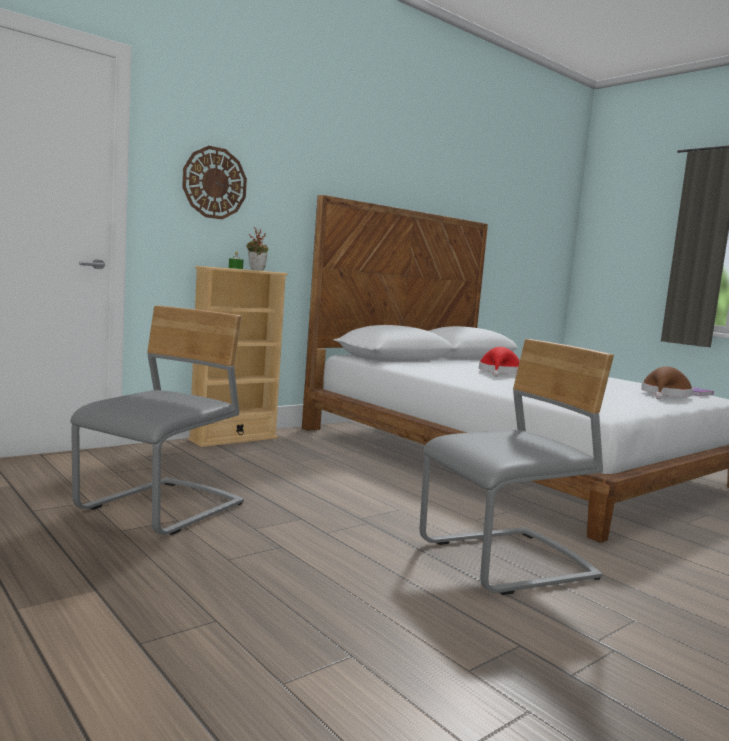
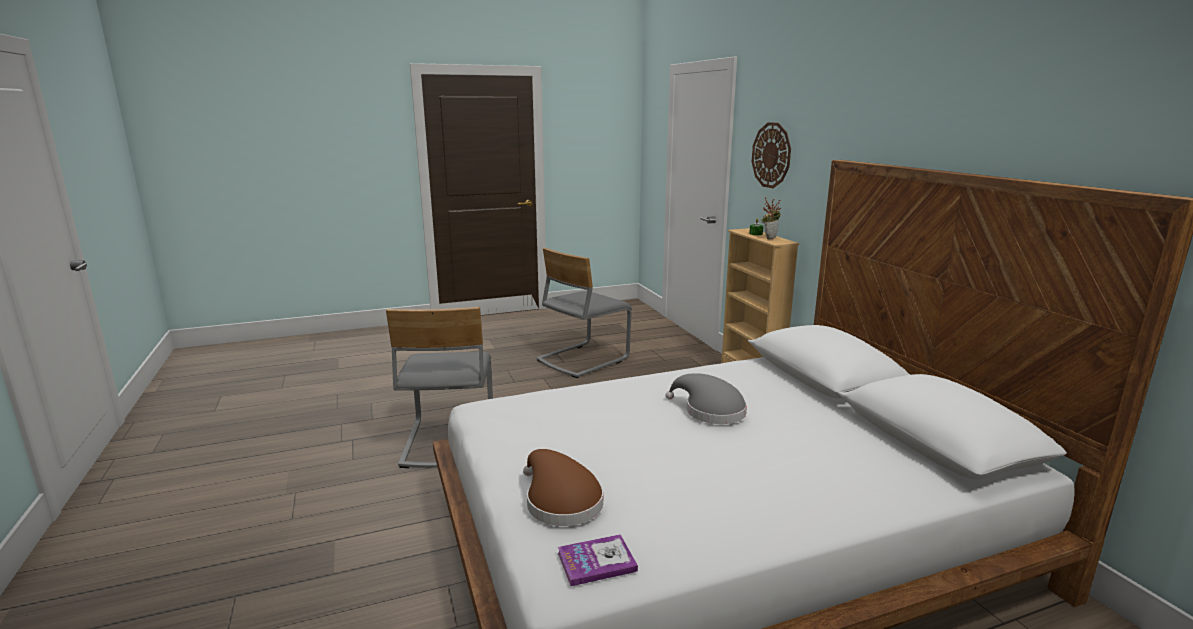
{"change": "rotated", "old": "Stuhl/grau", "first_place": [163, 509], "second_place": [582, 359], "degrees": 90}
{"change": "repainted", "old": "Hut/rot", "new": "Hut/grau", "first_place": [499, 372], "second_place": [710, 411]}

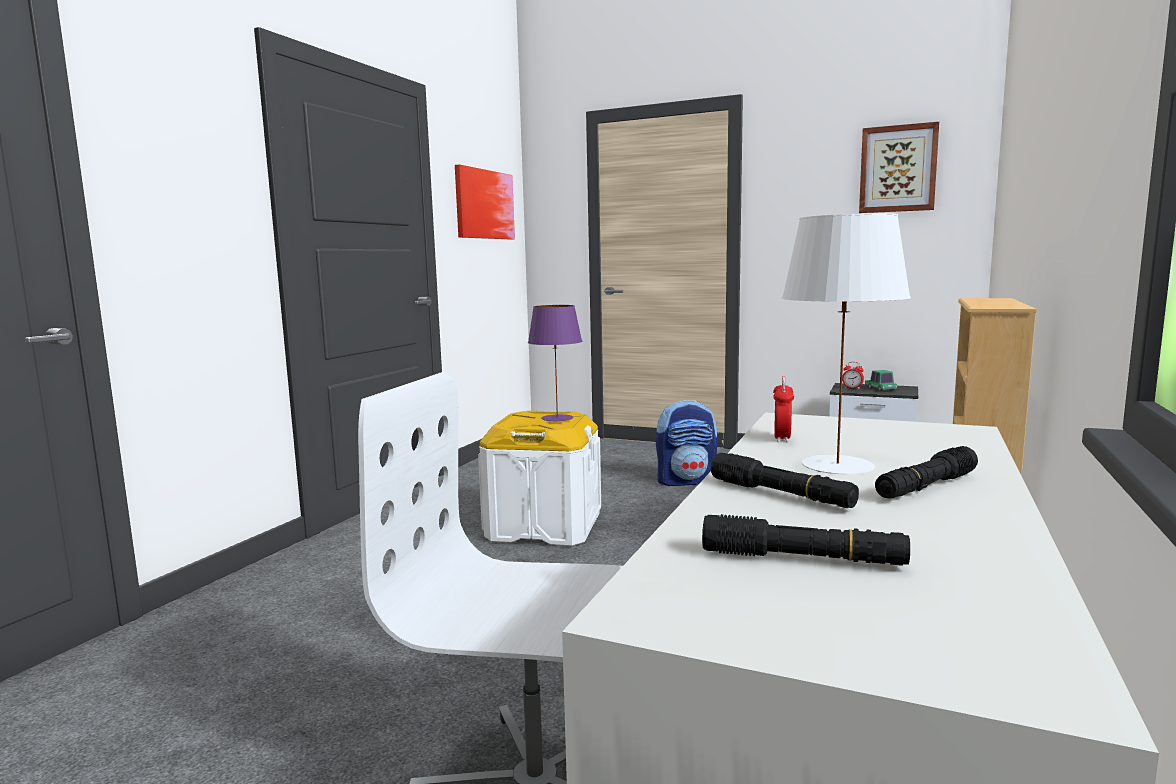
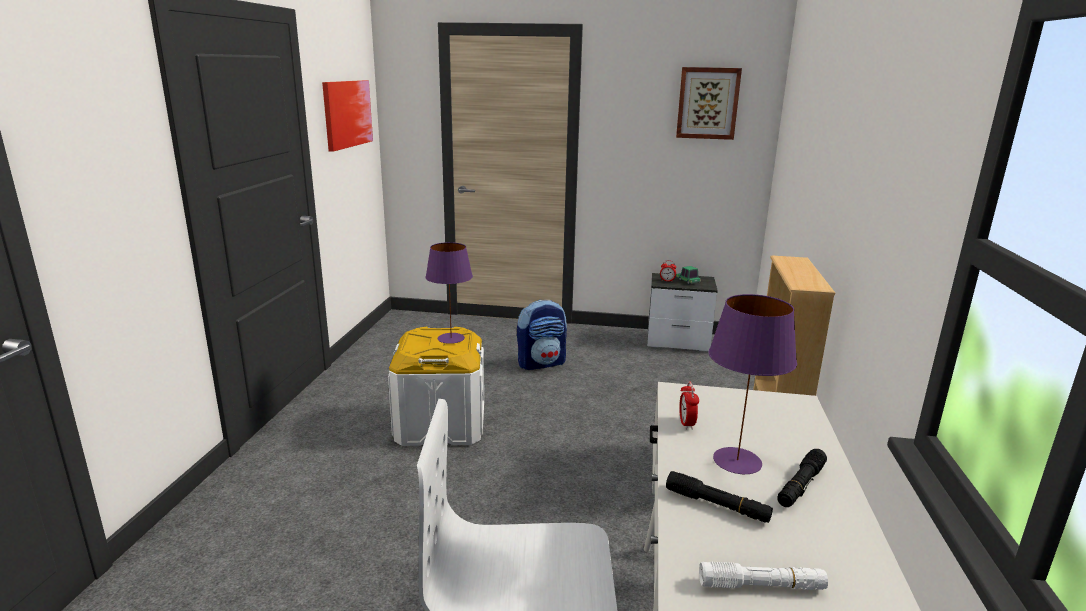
{"change": "repainted", "old": "Tischlampe/weiß", "new": "Tischlampe/lila", "first_place": [838, 465], "second_place": [737, 460]}
{"change": "repainted", "old": "Taschenlampe/schwarz", "new": "Taschenlampe/weiß", "first_place": [802, 559], "second_place": [761, 586]}

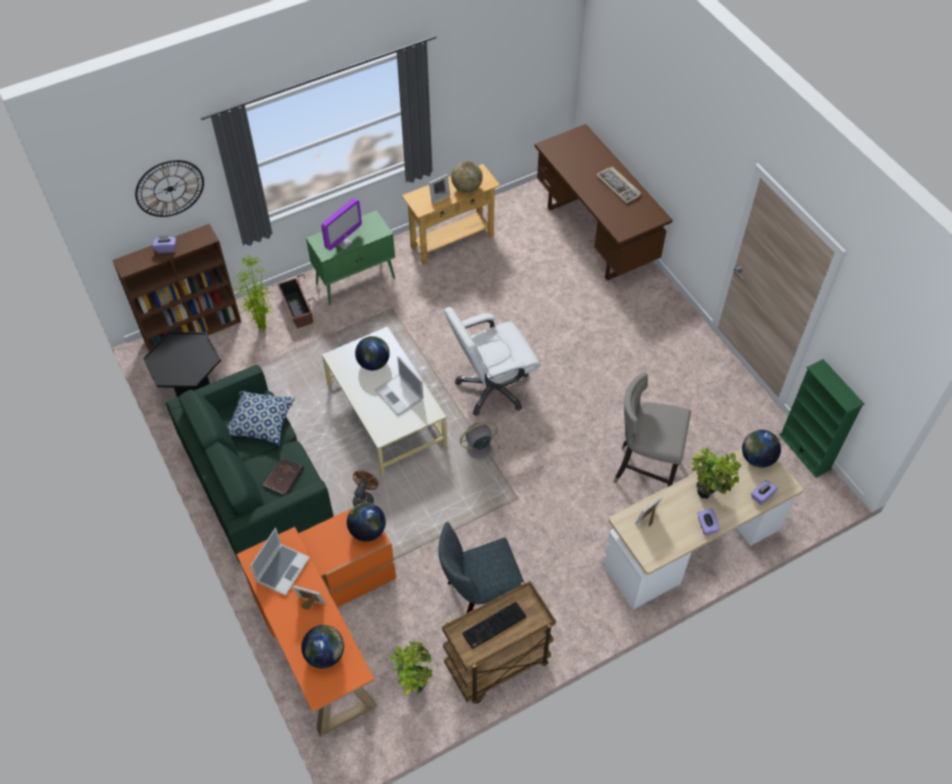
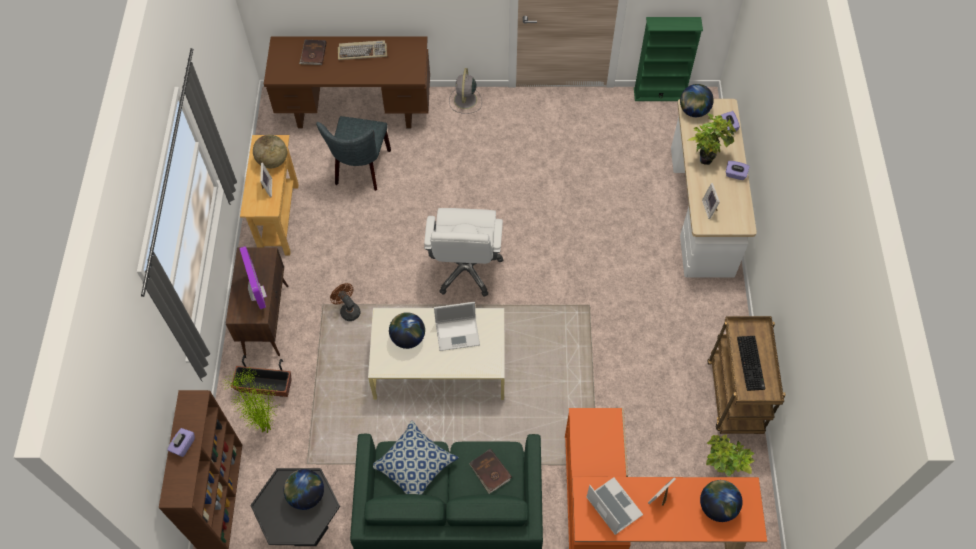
{"change": "gone", "old": "Wanduhr", "first_place": [170, 188]}
{"change": "repainted", "old": "Schrank/grün", "new": "Schrank/braun", "first_place": [356, 280], "second_place": [266, 319]}
{"change": "gone", "old": "Hocker/grau", "first_place": [644, 470]}
{"change": "shifted", "old": "Ventilator/grau", "first_place": [477, 449], "second_place": [465, 101]}
{"change": "shifted", "old": "Ventilator/braun", "first_place": [365, 498], "second_place": [348, 310]}
{"change": "shifted", "old": "Globus", "first_place": [367, 530], "second_place": [306, 495]}
{"change": "shifted", "old": "Stuhl/grau", "first_place": [480, 596], "second_place": [361, 170]}
{"change": "new", "new": "Buch/braun", "second_place": [313, 53]}

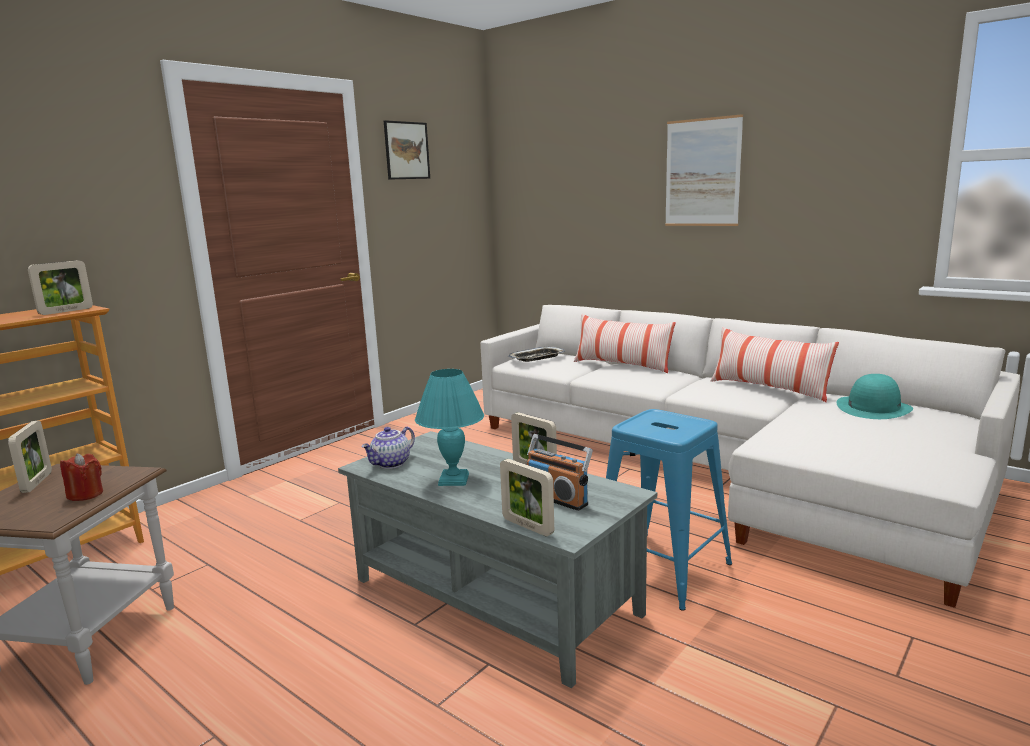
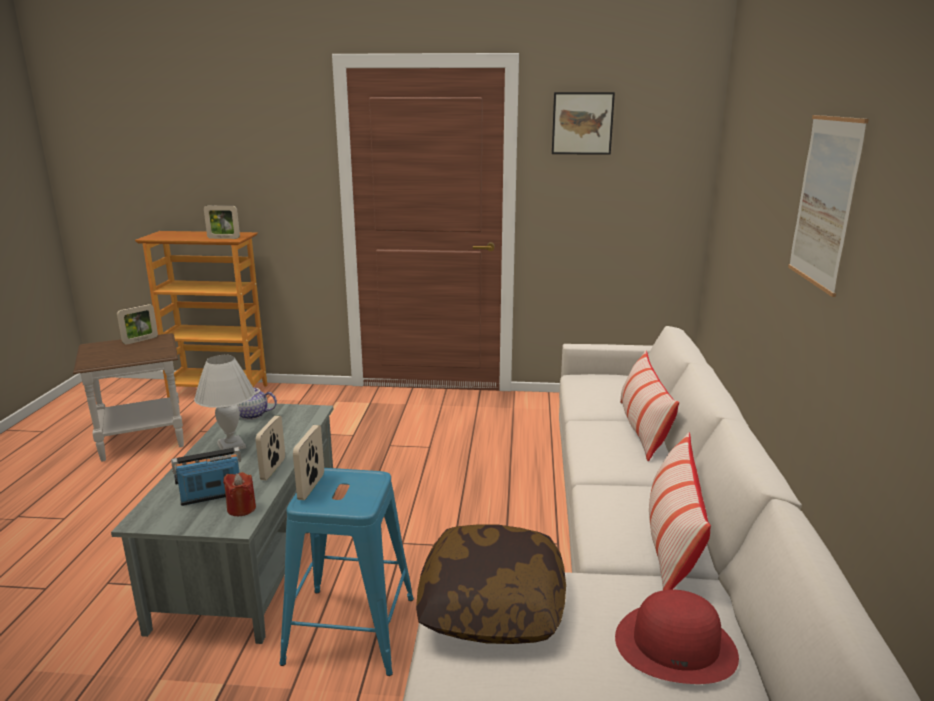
{"change": "gone", "old": "Tablett", "first_place": [537, 358]}
{"change": "repainted", "old": "Tischlampe/türkis", "new": "Tischlampe/weiß", "first_place": [453, 479], "second_place": [232, 445]}
{"change": "repainted", "old": "Hut/türkis", "new": "Hut/rot", "first_place": [873, 408], "second_place": [676, 645]}
{"change": "rotated", "old": "Radio", "first_place": [557, 498], "second_place": [212, 496], "degrees": 60}
{"change": "shifted", "old": "Kerze/rot", "first_place": [85, 495], "second_place": [241, 508]}
{"change": "shifted", "old": "Bilderrahmen", "first_place": [527, 526], "second_place": [311, 486]}
{"change": "new", "new": "Kissen", "second_place": [491, 605]}

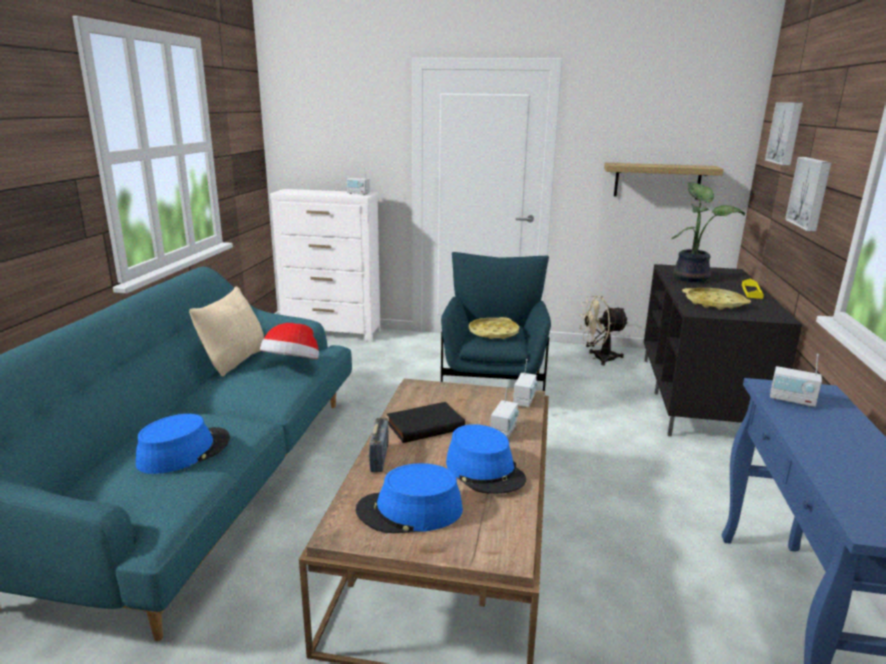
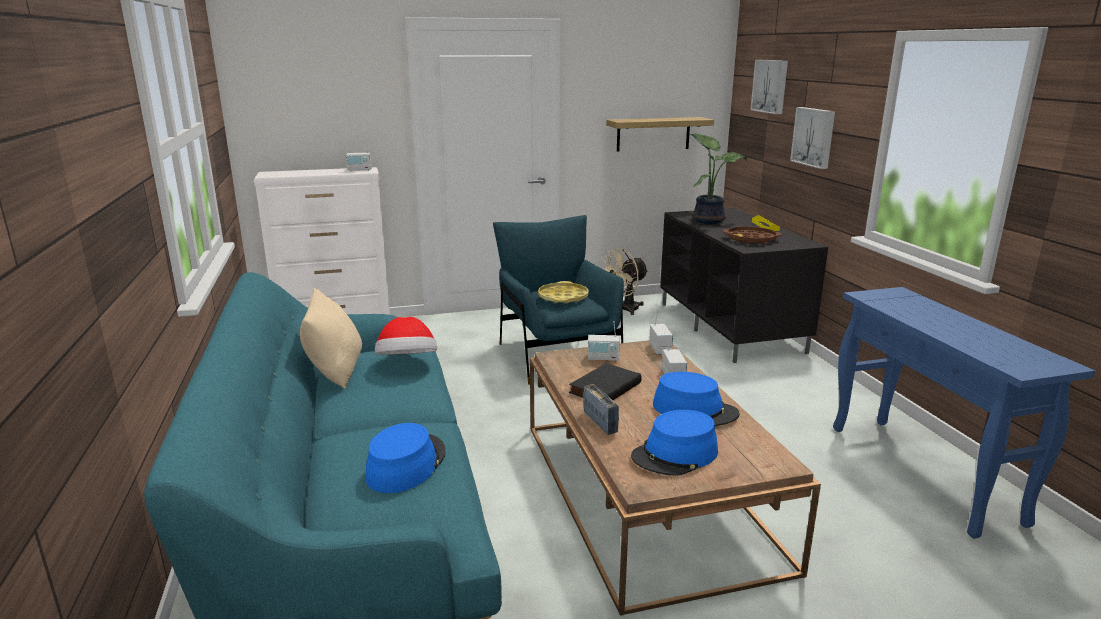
{"change": "repainted", "old": "Tablett/gelb", "new": "Tablett/braun", "first_place": [714, 303], "second_place": [751, 239]}
{"change": "shifted", "old": "Radio", "first_place": [792, 400], "second_place": [603, 358]}

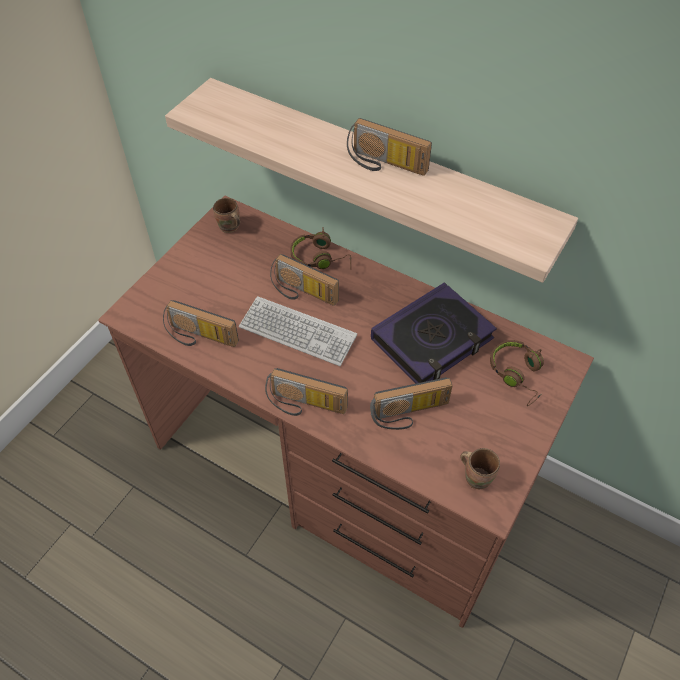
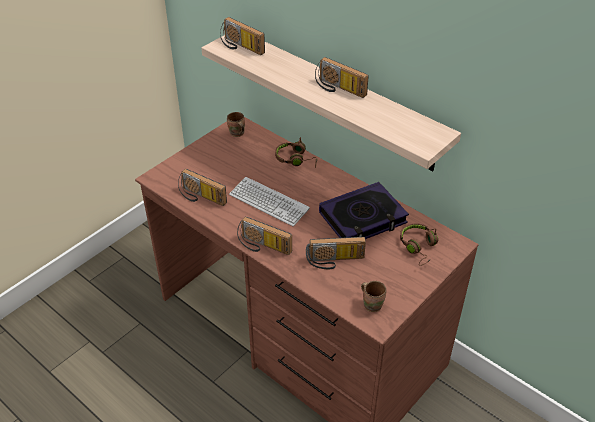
{"change": "shifted", "old": "Radio", "first_place": [302, 293], "second_place": [240, 47]}

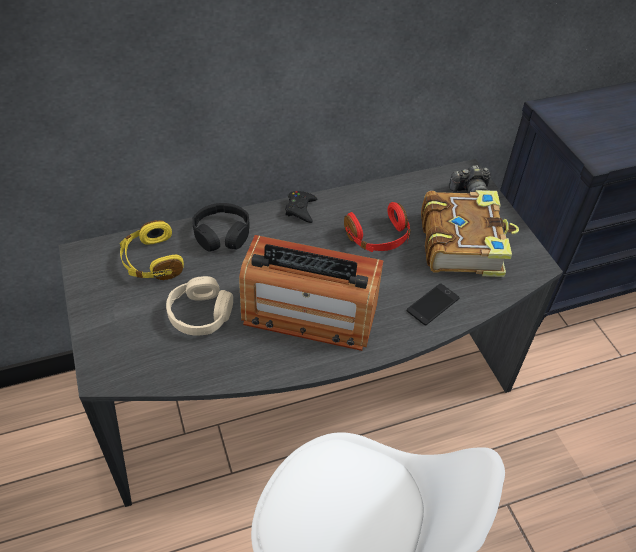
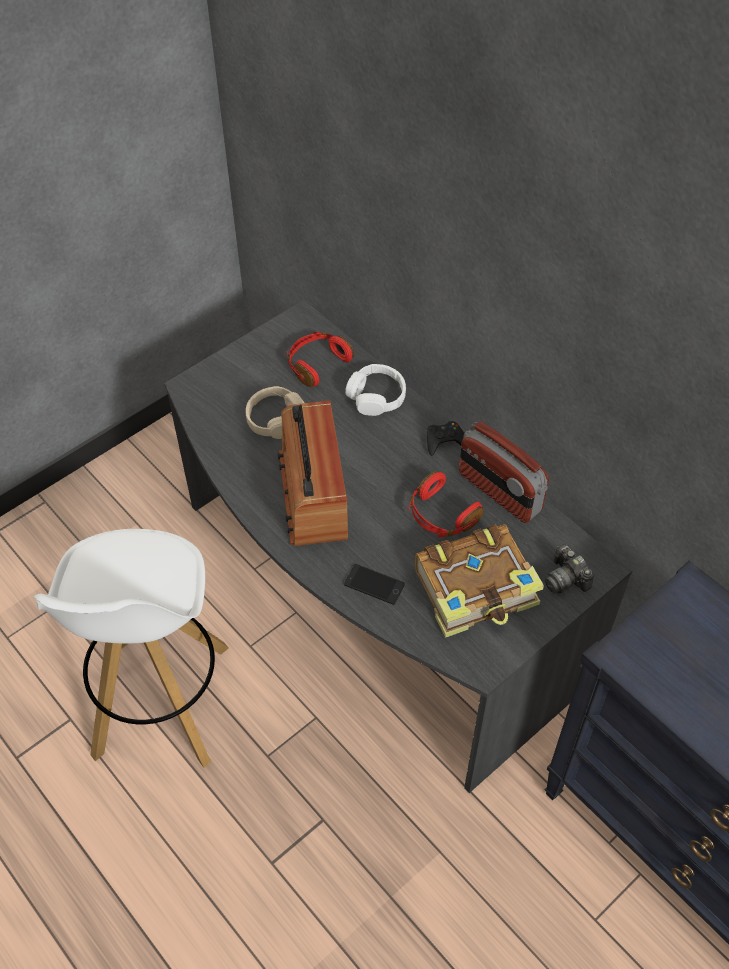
{"change": "repainted", "old": "Kopfhörer/schwarz", "new": "Kopfhörer/weiß", "first_place": [222, 234], "second_place": [376, 396]}
{"change": "repainted", "old": "Kopfhörer/gelb", "new": "Kopfhörer/rot", "first_place": [151, 261], "second_place": [317, 364]}
{"change": "new", "new": "Radio", "second_place": [499, 492]}

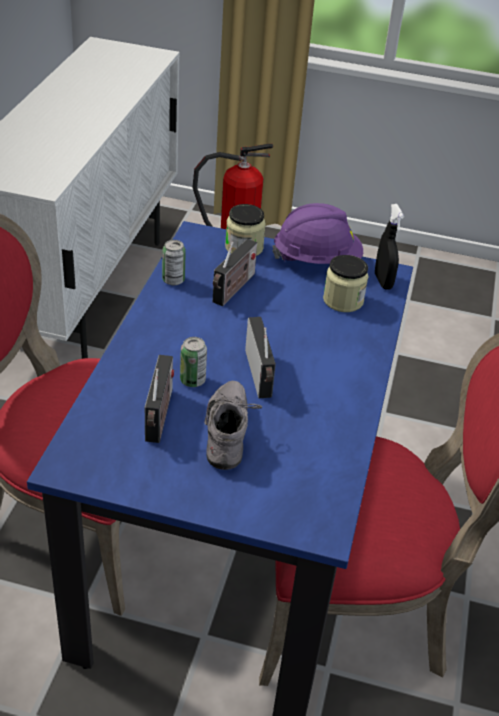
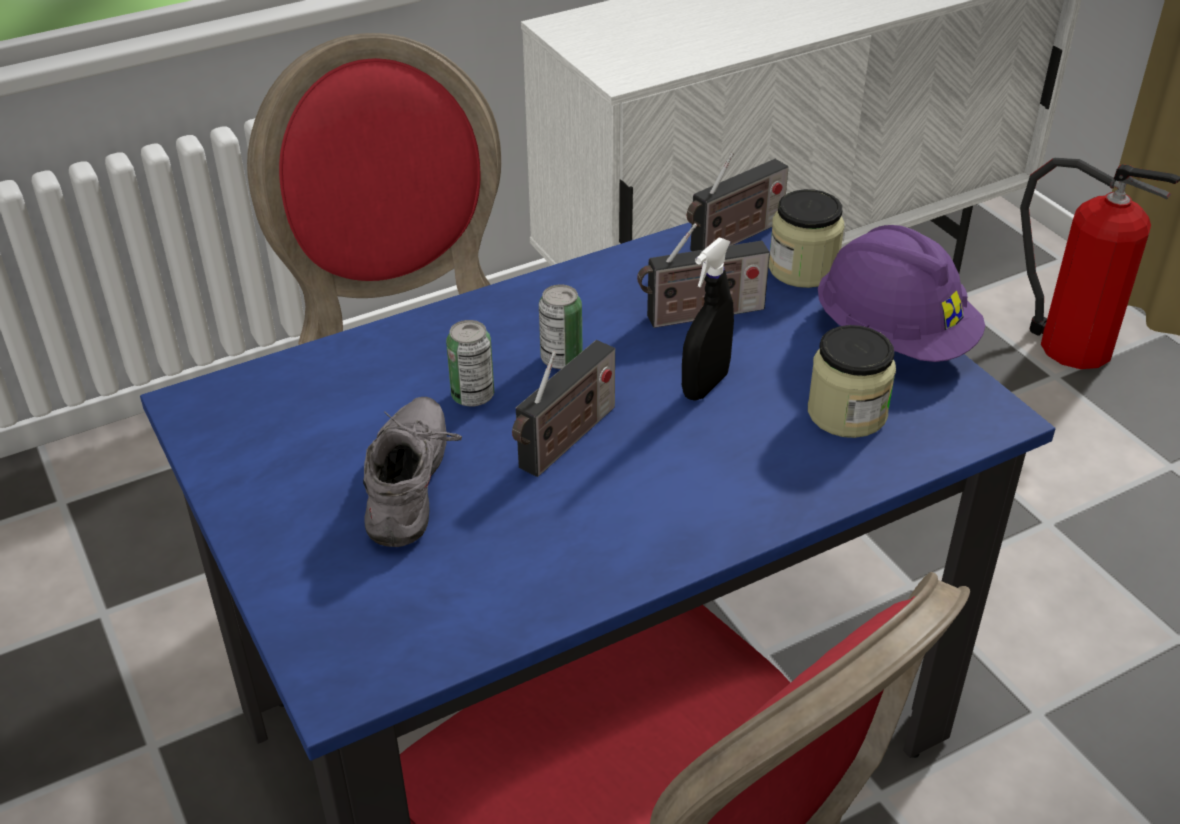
{"change": "shifted", "old": "Sprühflasche/schwarz", "first_place": [383, 281], "second_place": [705, 385]}
{"change": "shifted", "old": "Dose", "first_place": [173, 280], "second_place": [561, 359]}
{"change": "shifted", "old": "Radio", "first_place": [159, 418], "second_place": [734, 239]}
{"change": "rotated", "old": "Schuh/grau", "first_place": [230, 435], "second_place": [415, 488], "degrees": -45}

